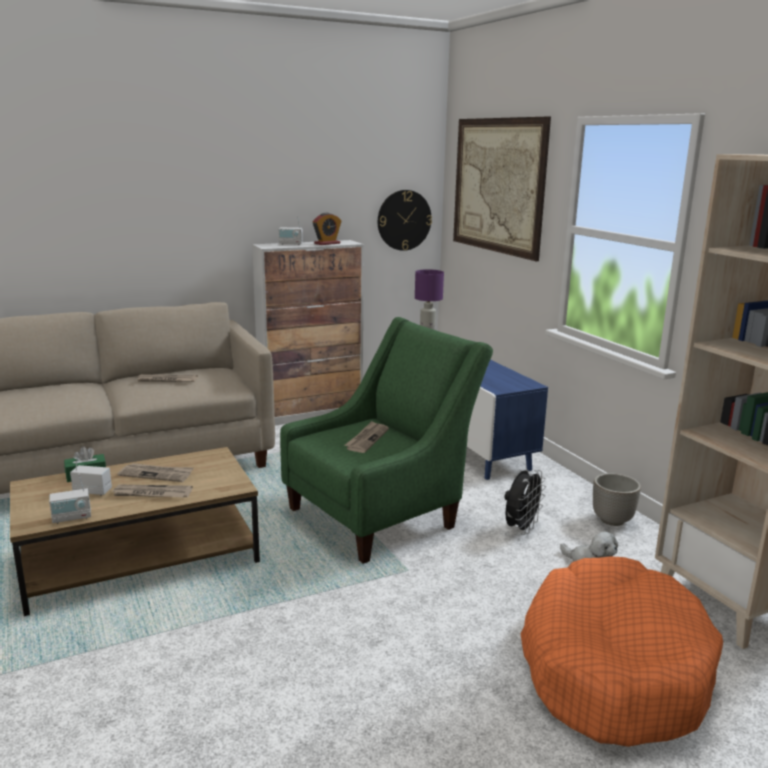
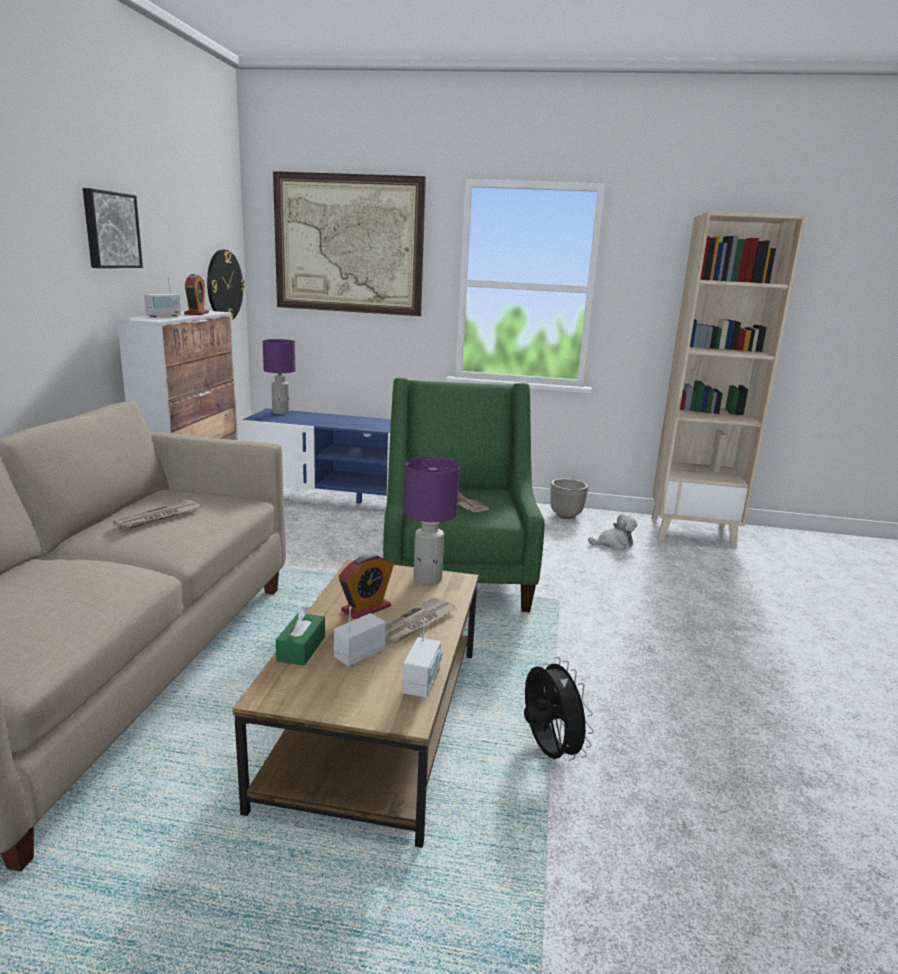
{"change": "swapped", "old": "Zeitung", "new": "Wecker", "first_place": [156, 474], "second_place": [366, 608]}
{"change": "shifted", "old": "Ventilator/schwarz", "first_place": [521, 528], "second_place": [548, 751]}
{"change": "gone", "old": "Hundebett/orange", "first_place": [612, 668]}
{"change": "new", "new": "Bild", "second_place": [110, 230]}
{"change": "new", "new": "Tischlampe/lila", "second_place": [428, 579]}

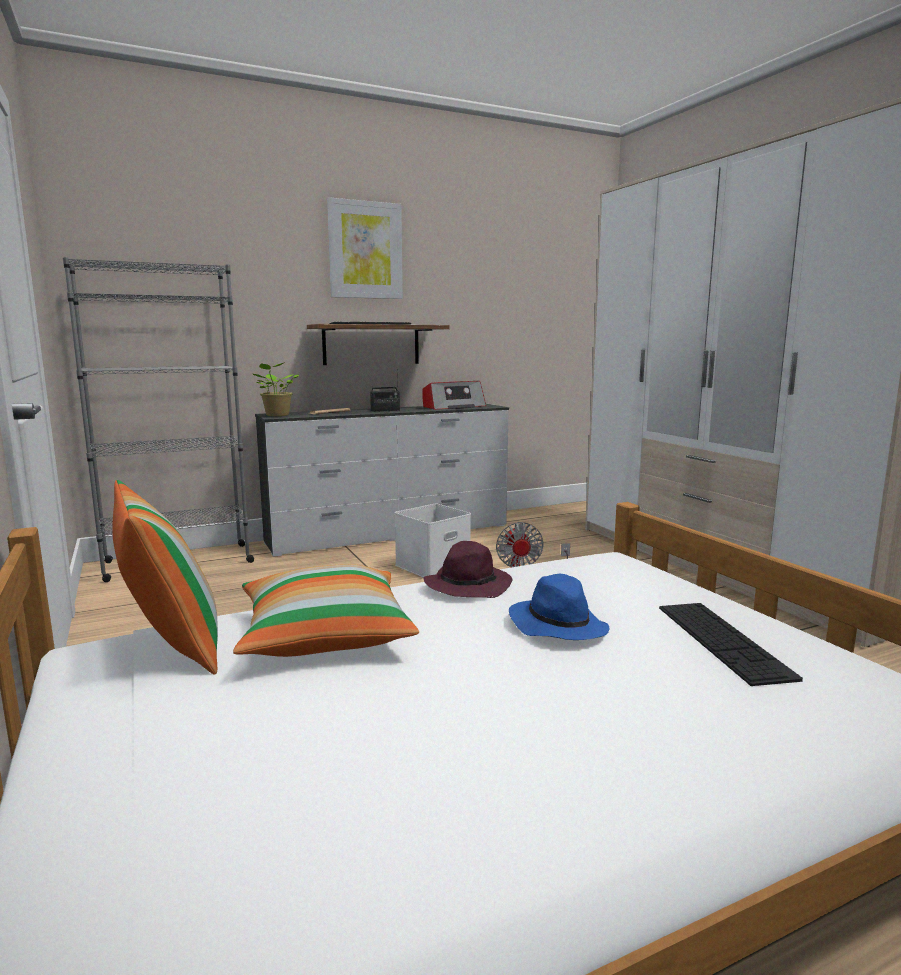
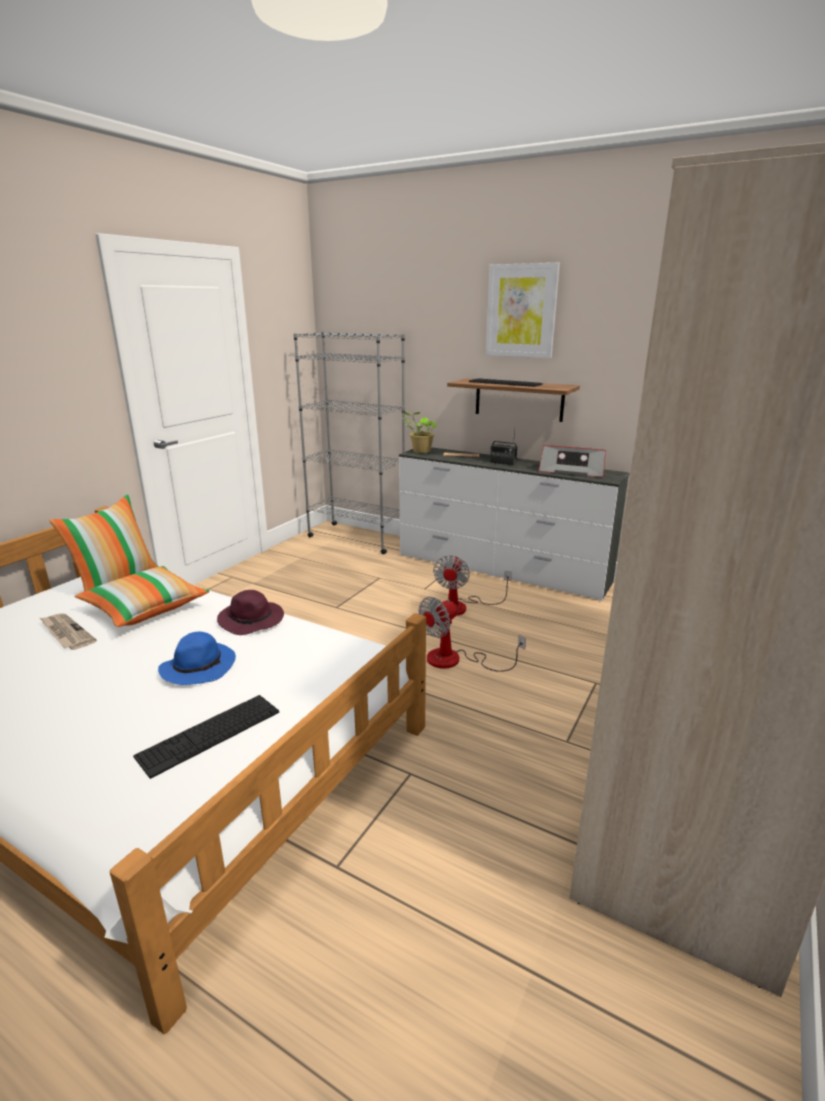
{"change": "swapped", "old": "Aufbewahrungsbox/weiß", "new": "Ventilator", "first_place": [433, 565], "second_place": [462, 607]}
{"change": "new", "new": "Zeitung", "second_place": [66, 633]}

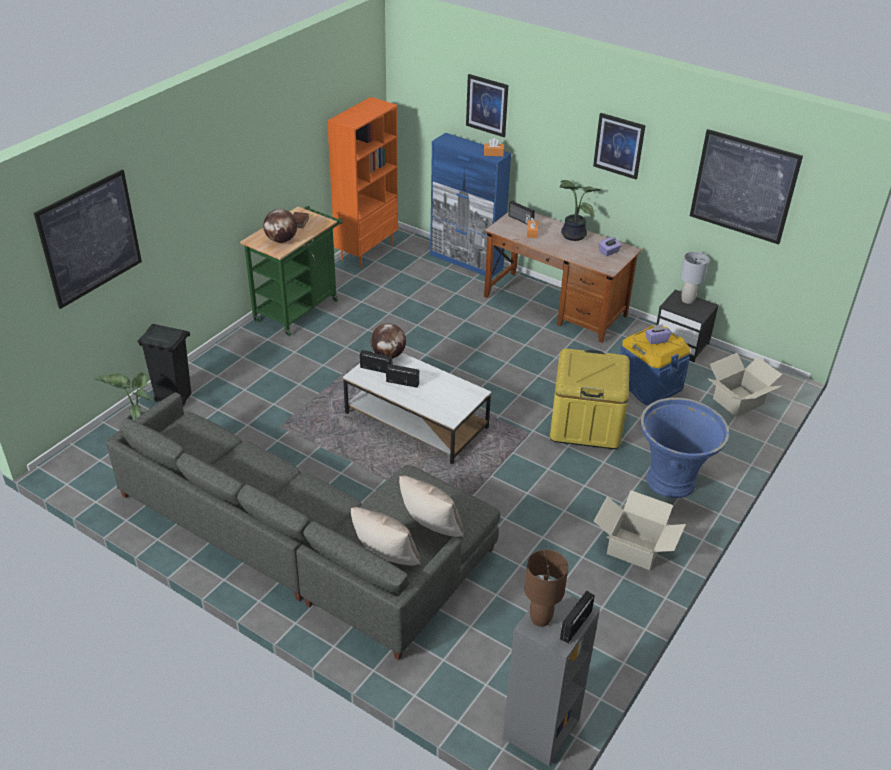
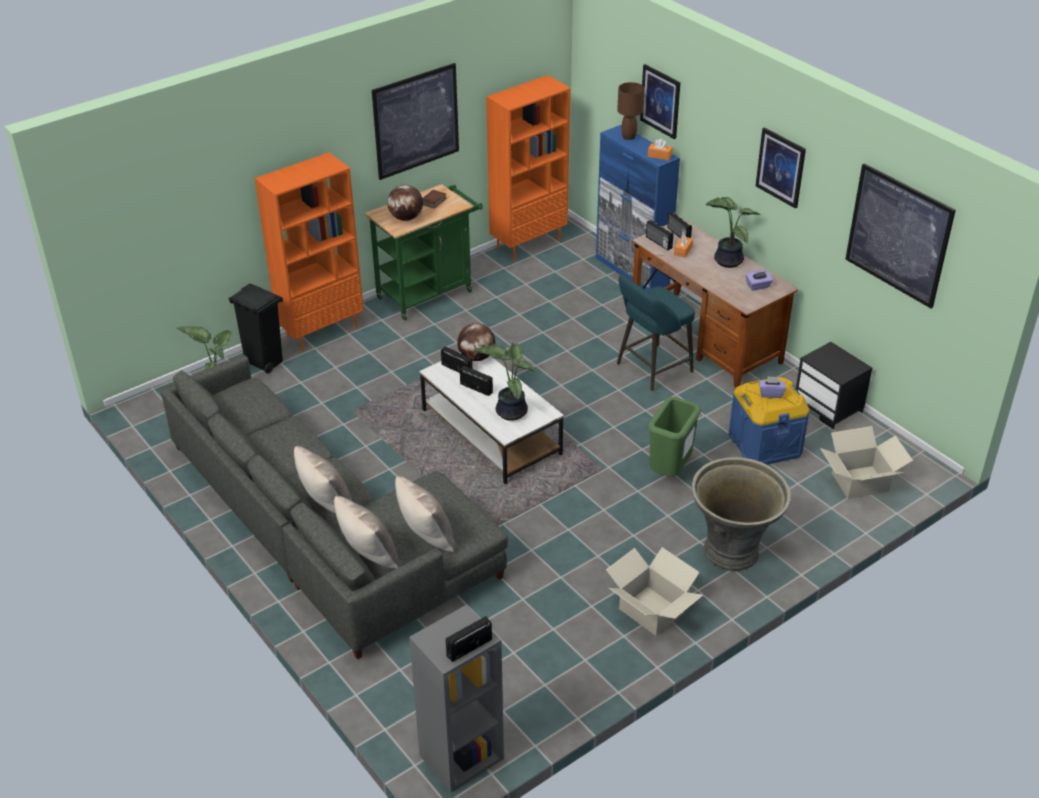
{"change": "shifted", "old": "Bild", "first_place": [90, 238], "second_place": [416, 121]}
{"change": "gone", "old": "Tischlampe/grau", "first_place": [687, 300]}
{"change": "swapped", "old": "Aufbewahrungsbox/gelb", "new": "Mülleimer/grün", "first_place": [586, 424], "second_place": [670, 472]}
{"change": "repainted", "old": "Pflanzkübel/blau", "new": "Pflanzkübel/grau", "first_place": [672, 481], "second_place": [732, 552]}
{"change": "shifted", "old": "Tischlampe/braun", "first_place": [540, 618], "second_place": [628, 136]}
{"change": "new", "new": "Bücherregal/orange", "second_place": [322, 331]}
{"change": "new", "new": "Radio", "second_place": [658, 242]}
{"change": "new", "new": "Hocker/türkis", "second_place": [651, 369]}
{"change": "new", "new": "Topfpflanze", "second_place": [510, 411]}
{"change": "new", "new": "Kissen/beige", "second_place": [326, 505]}

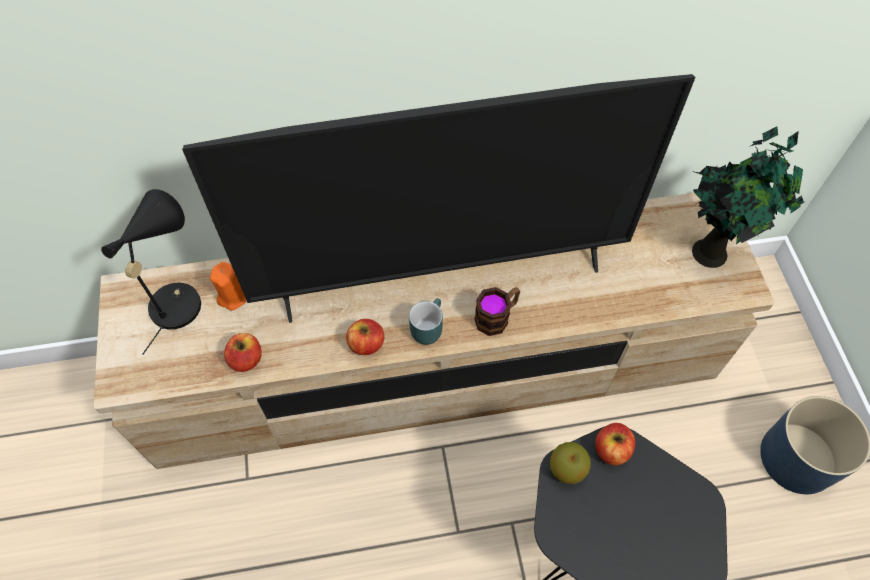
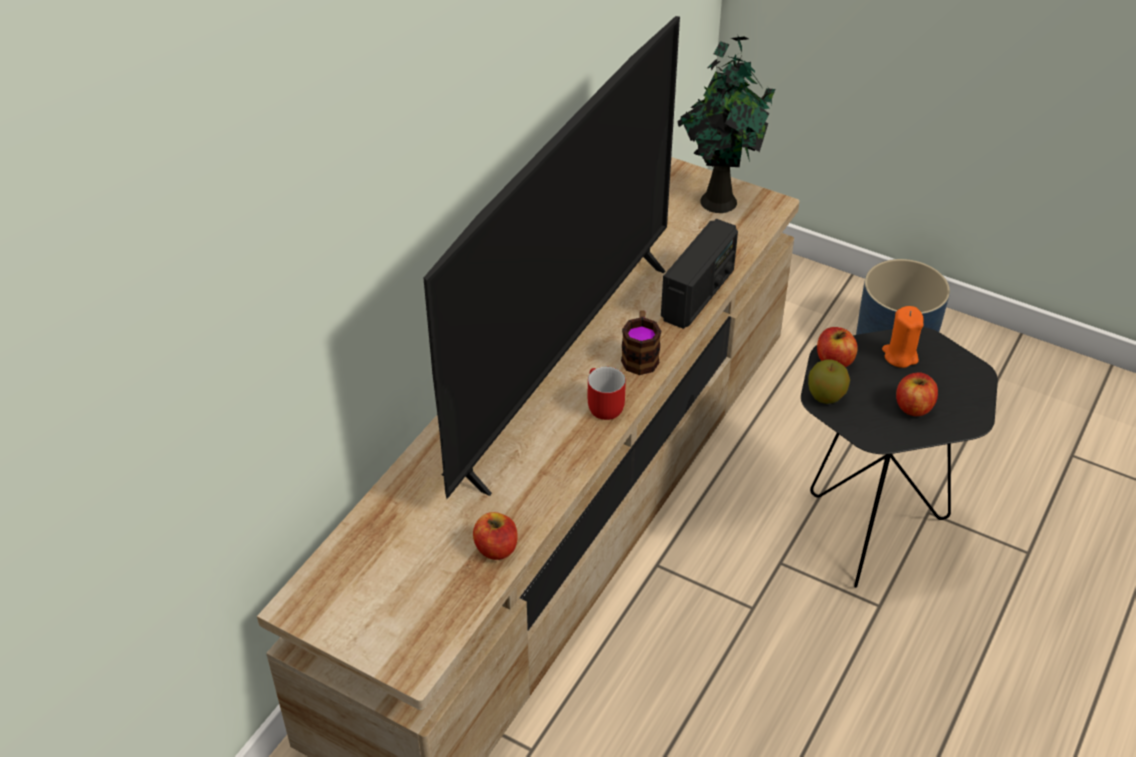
{"change": "gone", "old": "Tischlampe/schwarz", "first_place": [178, 299]}
{"change": "shifted", "old": "Kerze/orange", "first_place": [233, 296], "second_place": [900, 355]}
{"change": "repainted", "old": "Henkelbecher/türkis", "new": "Henkelbecher/rot", "first_place": [426, 327], "second_place": [600, 405]}
{"change": "shifted", "old": "Apfel", "first_place": [366, 344], "second_place": [913, 407]}
{"change": "new", "new": "Radio", "second_place": [698, 295]}

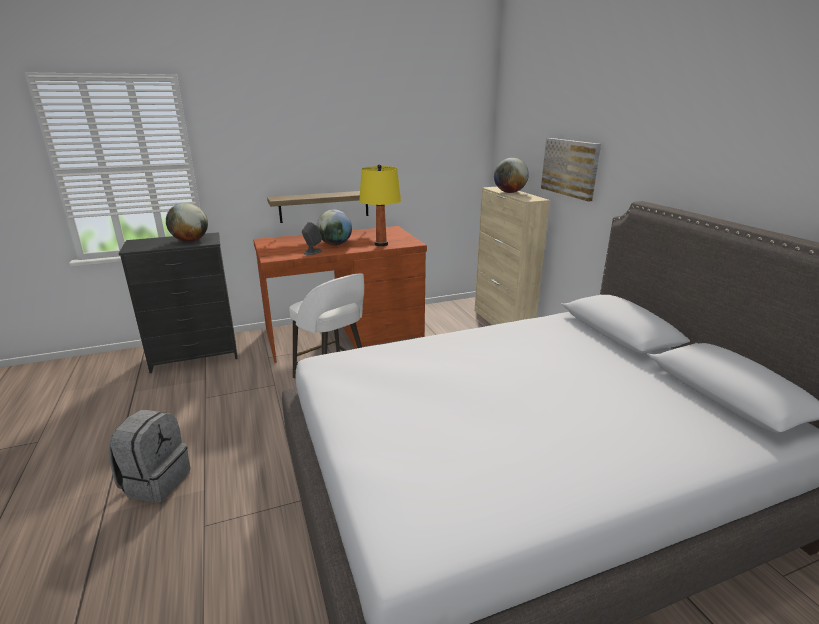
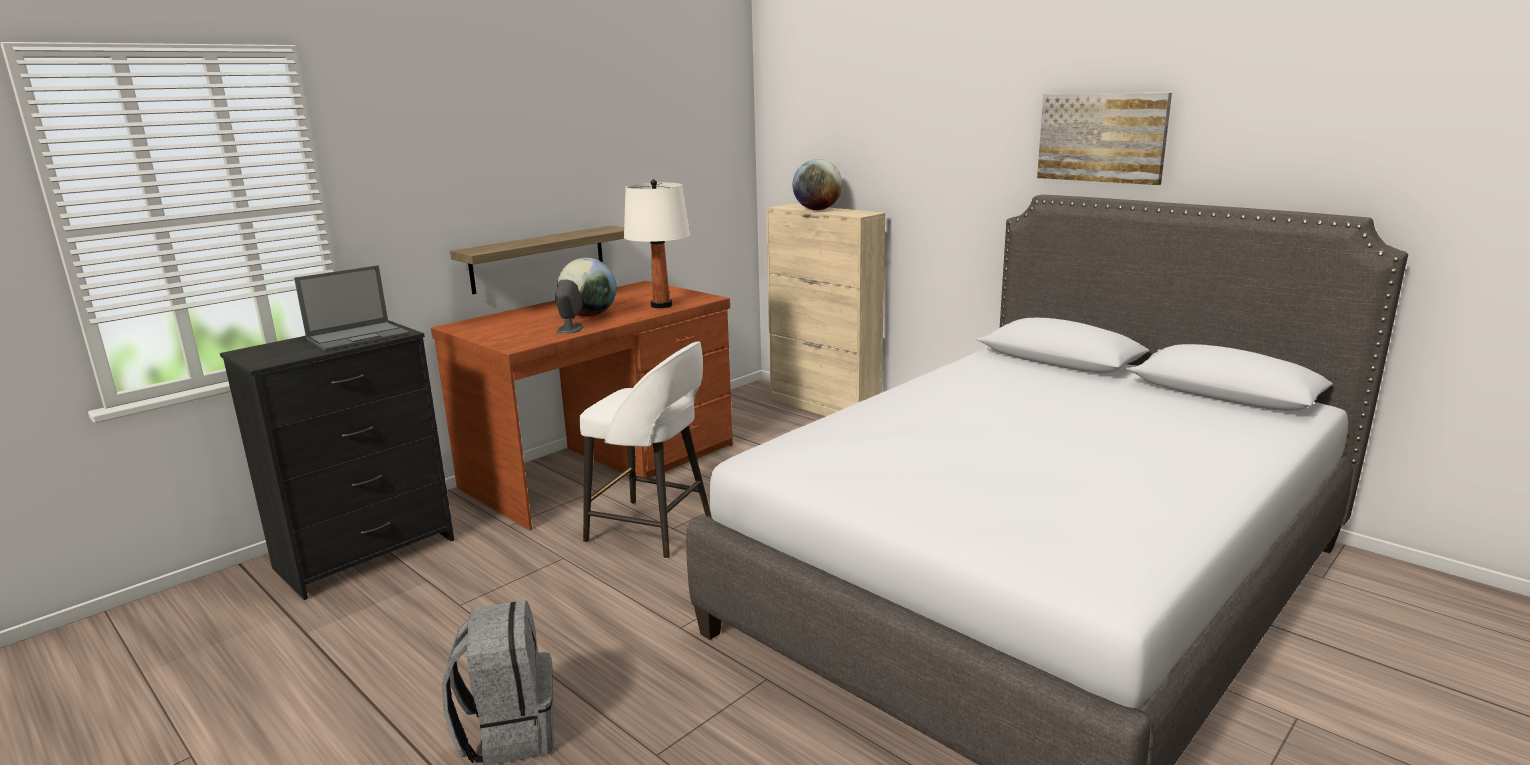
{"change": "shifted", "old": "Bild", "first_place": [570, 168], "second_place": [1102, 137]}
{"change": "repainted", "old": "Tischlampe/gelb", "new": "Tischlampe/weiß", "first_place": [381, 244], "second_place": [661, 305]}
{"change": "swapped", "old": "Globus", "new": "Laptop", "first_place": [190, 241], "second_place": [359, 336]}

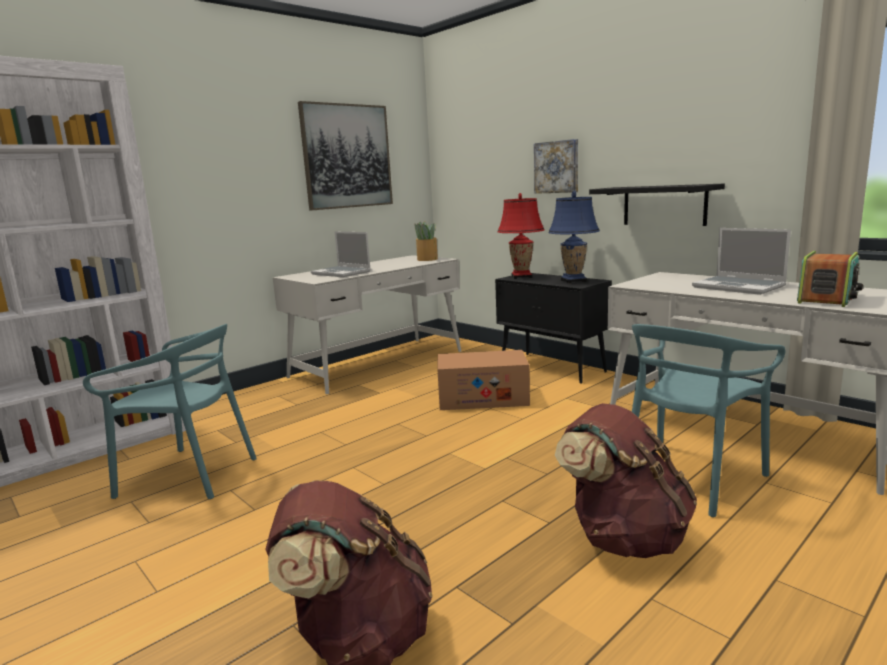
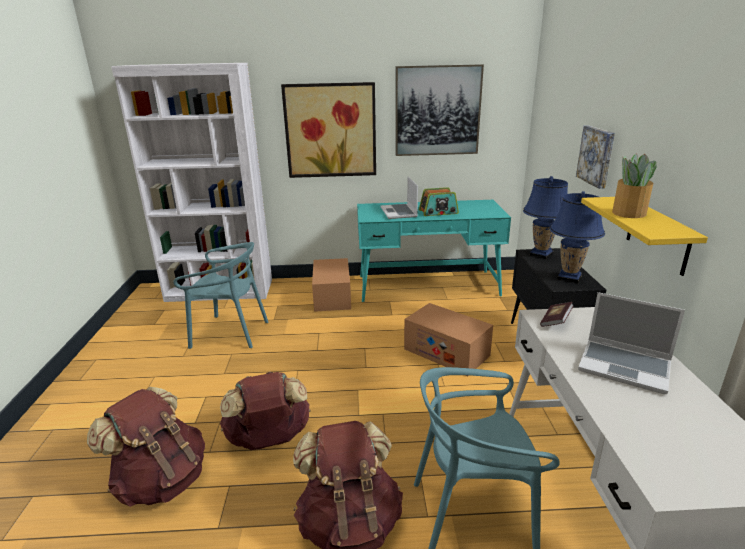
{"change": "repainted", "old": "Wandregal/schwarz", "new": "Wandregal/gelb", "first_place": [664, 205], "second_place": [658, 235]}
{"change": "repainted", "old": "Tischlampe/rot", "new": "Tischlampe/blau", "first_place": [521, 277], "second_place": [541, 254]}
{"change": "shifted", "old": "Topfpflanze", "first_place": [427, 259], "second_place": [628, 213]}
{"change": "rotated", "old": "Laptop", "first_place": [740, 287], "second_place": [625, 367], "degrees": -60}
{"change": "shifted", "old": "Radio", "first_place": [827, 299], "second_place": [438, 212]}
{"change": "repainted", "old": "Schreibtisch/weiß", "new": "Schreibtisch/türkis", "first_place": [378, 363], "second_place": [428, 286]}
{"change": "rotated", "old": "Stuhl/türkis", "first_place": [189, 475], "second_place": [230, 333], "degrees": -45}
{"change": "new", "new": "Bild", "second_place": [330, 131]}
{"change": "new", "new": "Karton", "second_place": [332, 296]}
{"change": "new", "new": "Buch", "second_place": [555, 321]}
{"change": "new", "new": "Rucksack/braun", "second_place": [269, 440]}

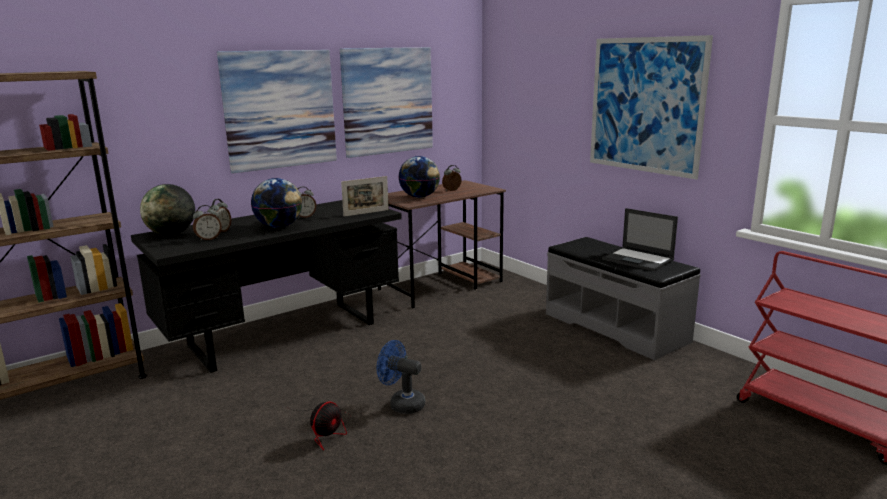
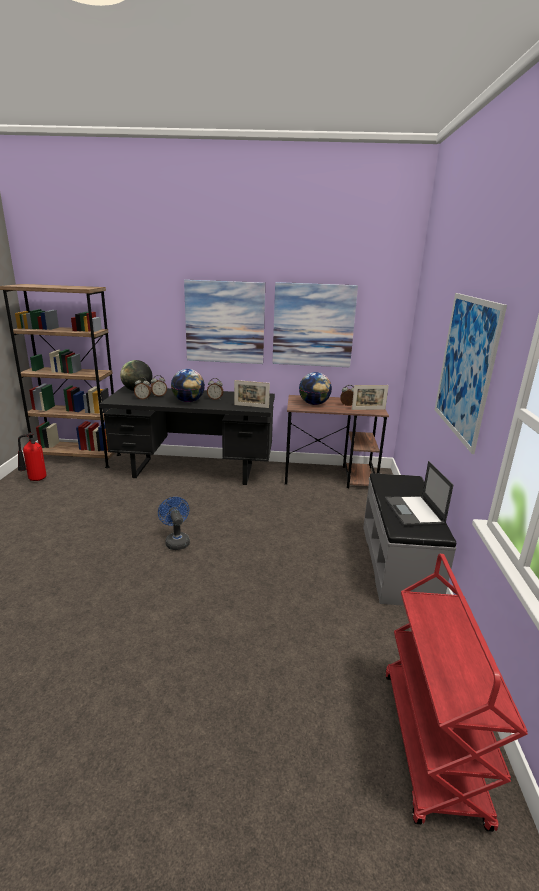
{"change": "gone", "old": "Ventilator", "first_place": [326, 430]}
{"change": "new", "new": "Bilderrahmen", "second_place": [368, 409]}
{"change": "new", "new": "Feuerlöscher", "second_place": [35, 480]}

